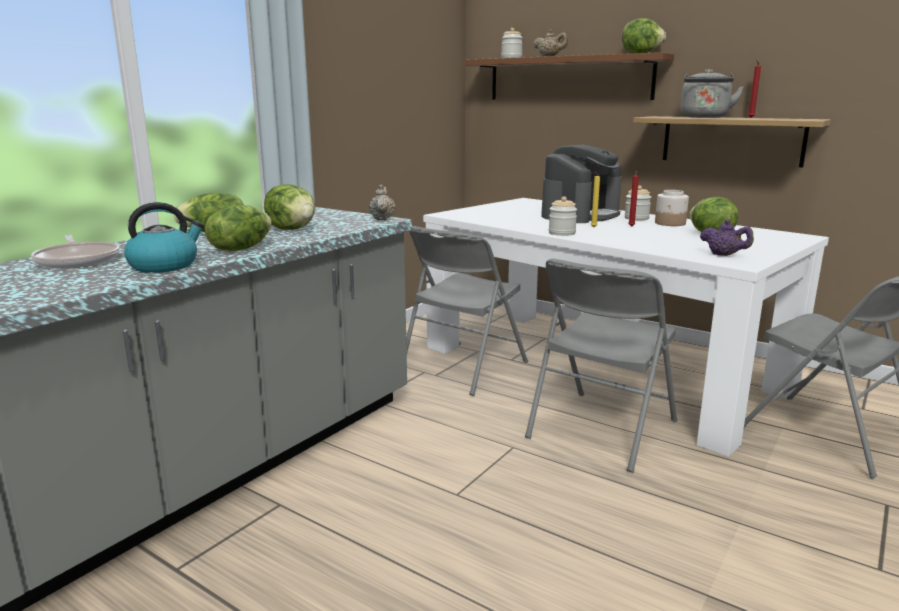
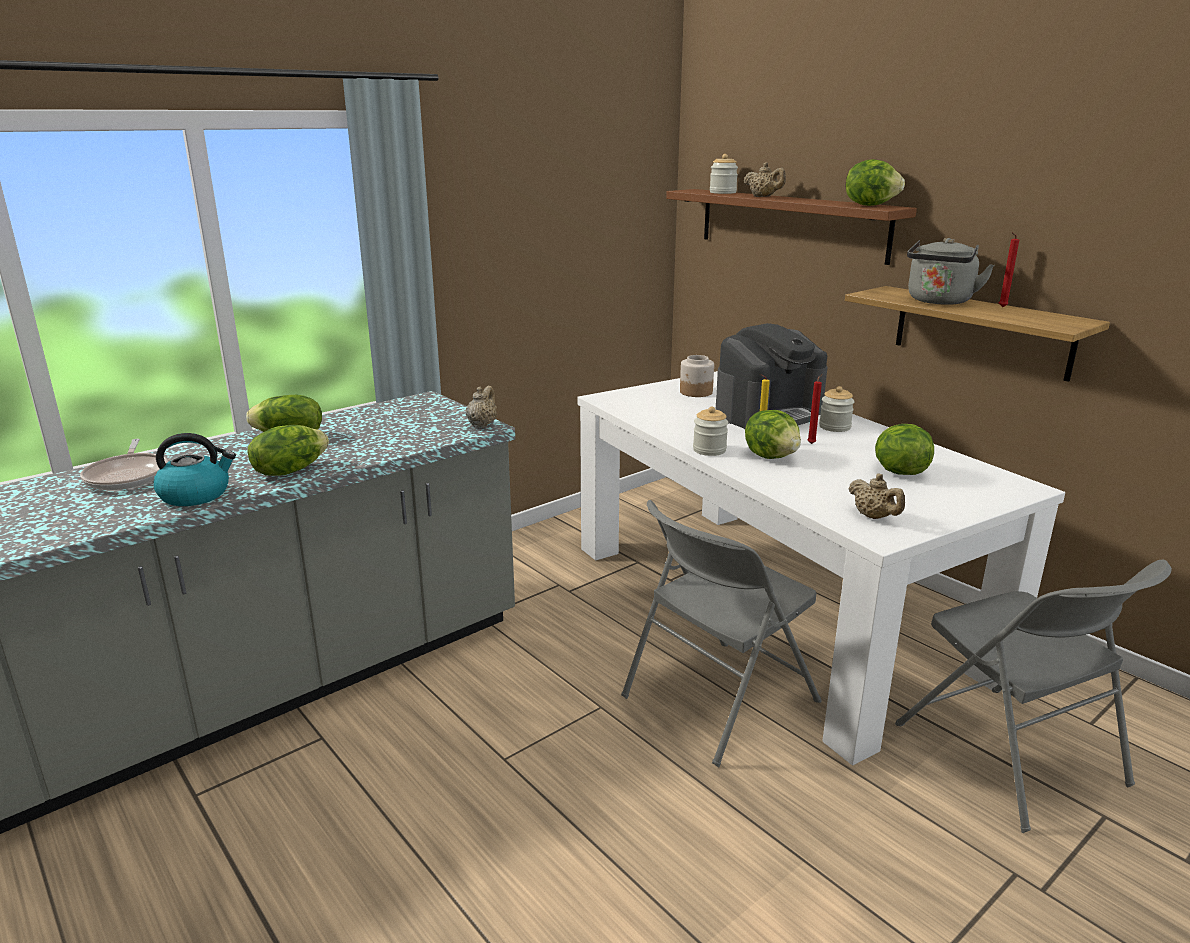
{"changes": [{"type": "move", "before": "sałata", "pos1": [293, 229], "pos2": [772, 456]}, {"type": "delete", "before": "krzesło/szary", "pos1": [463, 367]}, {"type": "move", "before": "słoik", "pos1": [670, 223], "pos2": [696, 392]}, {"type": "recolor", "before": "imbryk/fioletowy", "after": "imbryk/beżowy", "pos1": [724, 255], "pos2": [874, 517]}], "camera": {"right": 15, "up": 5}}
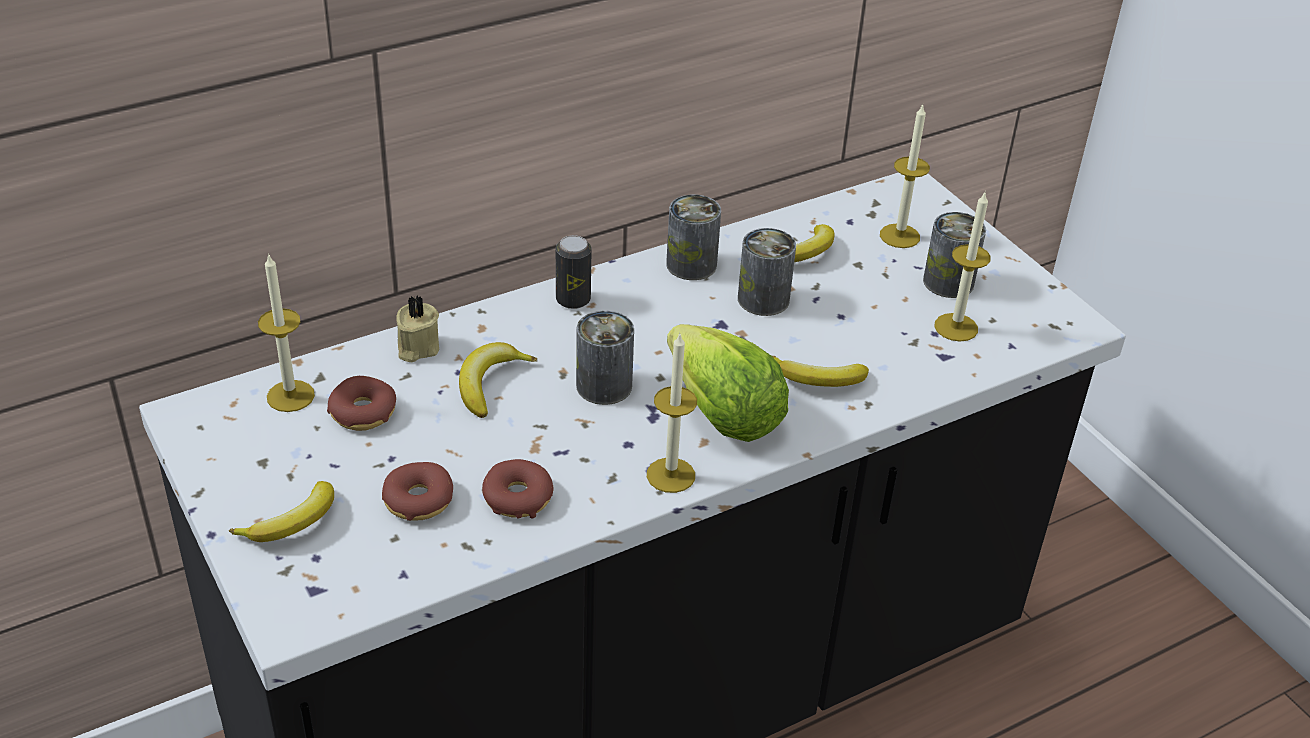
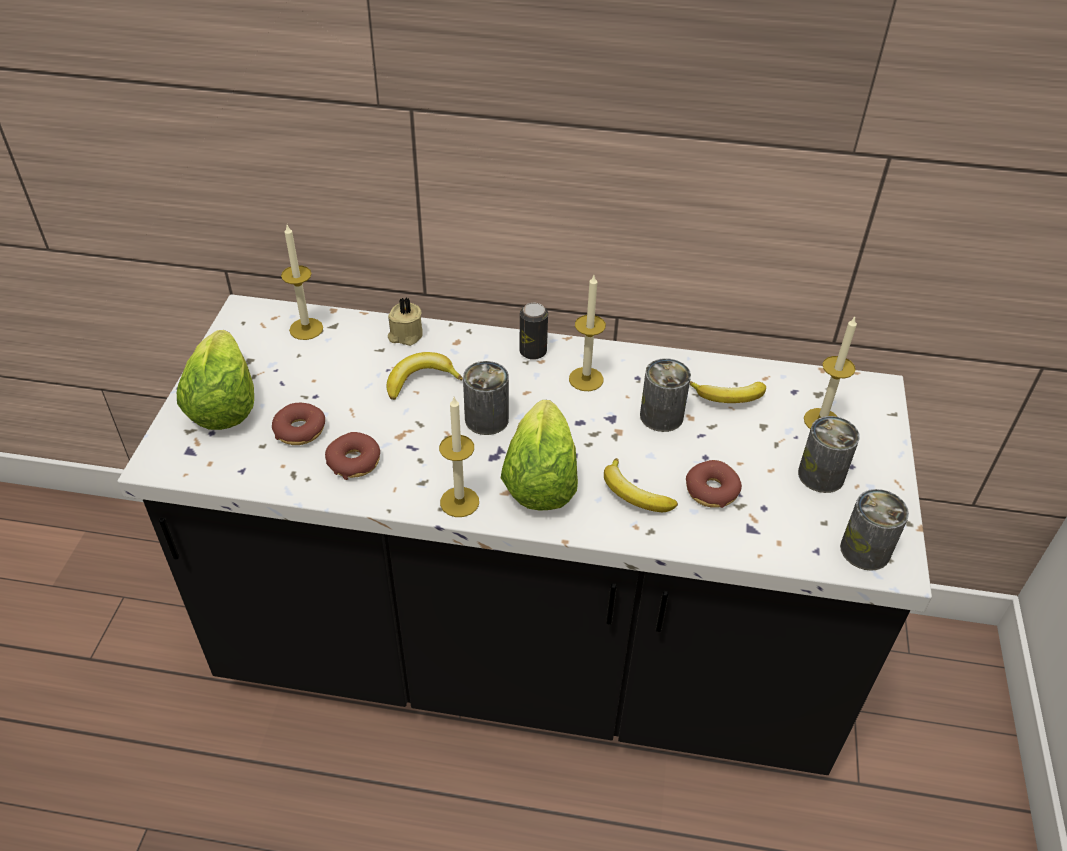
{"changes": [{"type": "replace", "before": "banan", "after": "sałata", "pos1": [293, 523], "pos2": [223, 405]}, {"type": "move", "before": "donut", "pos1": [363, 412], "pos2": [712, 490]}, {"type": "move", "before": "puszka", "pos1": [691, 264], "pos2": [865, 550]}, {"type": "move", "before": "świeca", "pos1": [956, 327], "pos2": [586, 379]}], "camera": {"right": 40, "up": 5}}
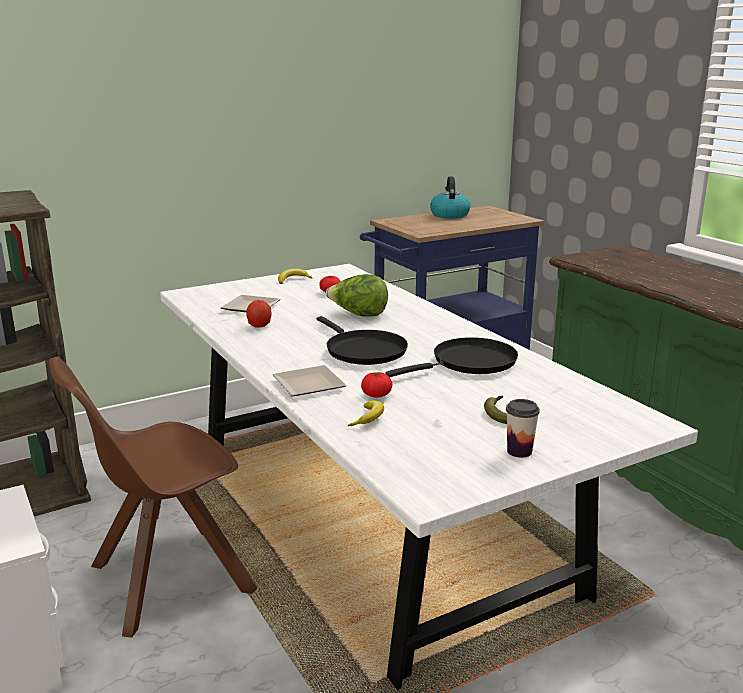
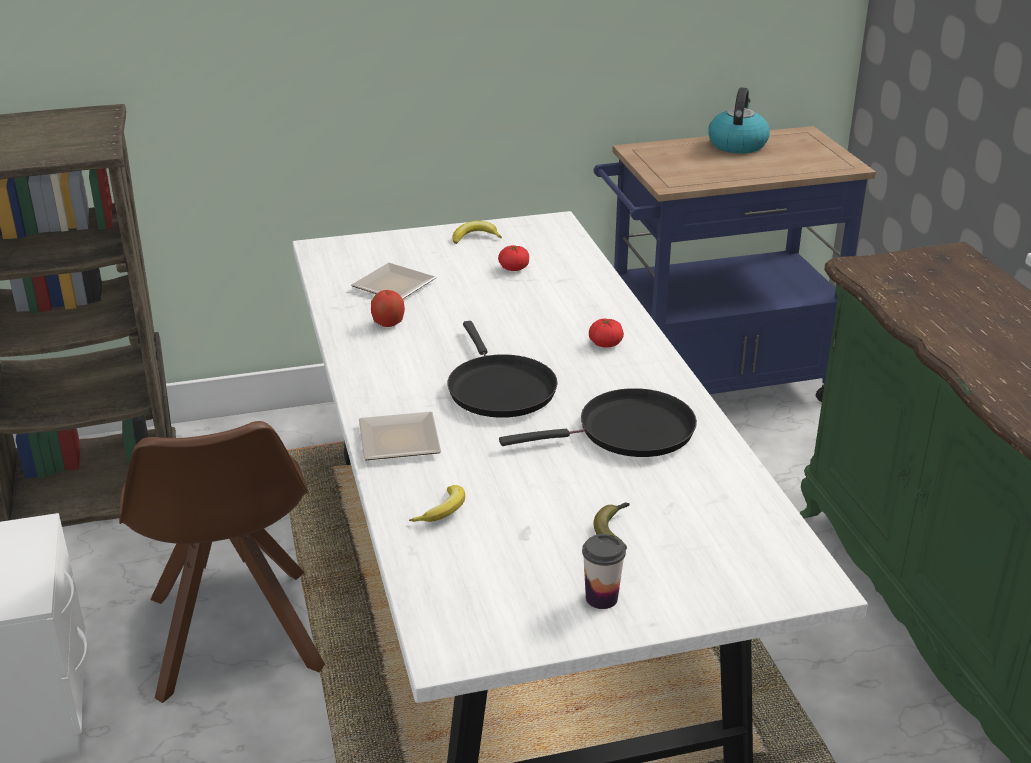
{"changes": [{"type": "rotate", "before": "krzesło/brązowy", "pos1": [167, 580], "pos2": [234, 637], "turn": -90}, {"type": "delete", "before": "sałata", "pos1": [359, 315]}, {"type": "move", "before": "pomidor", "pos1": [376, 395], "pos2": [605, 344]}], "camera": {"right": 15, "up": 10}}
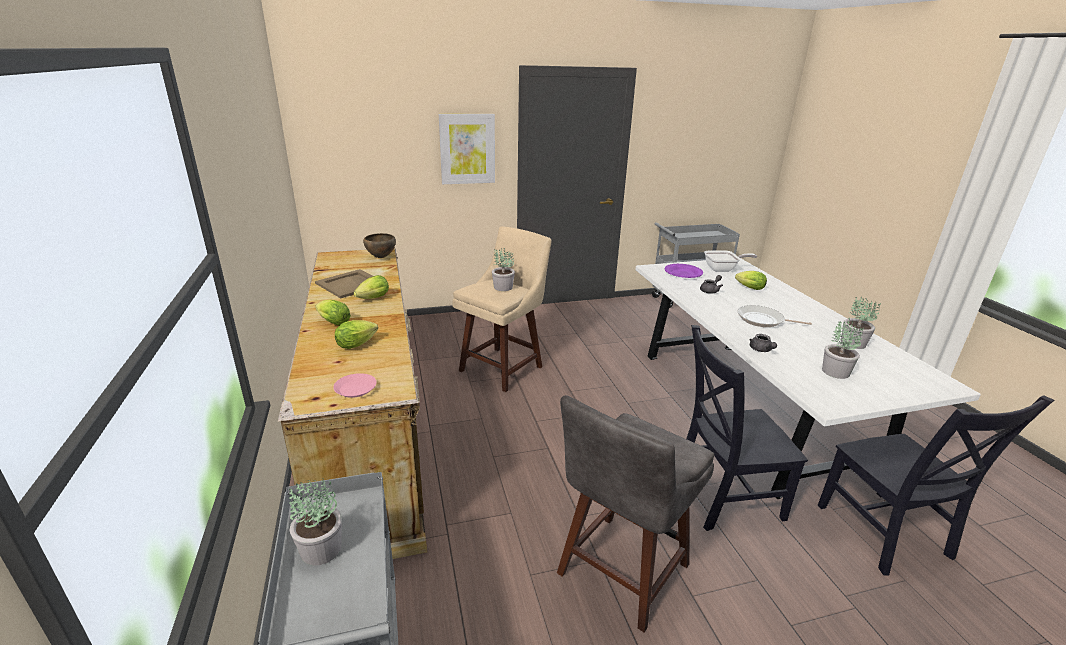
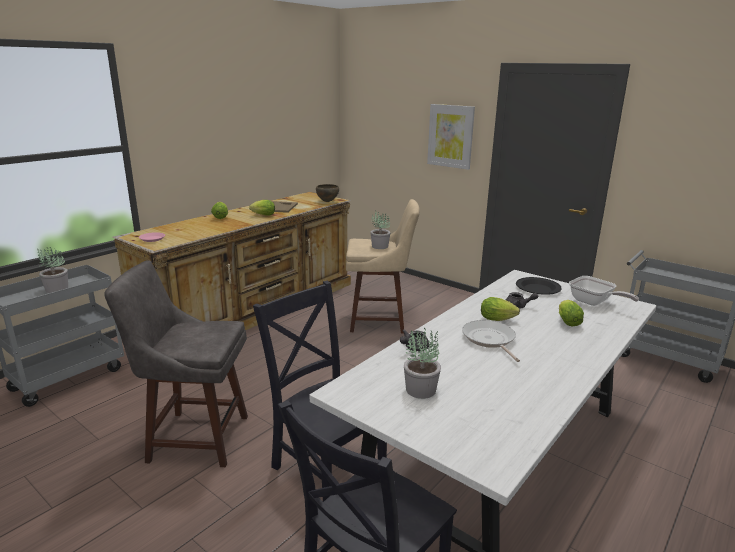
{"changes": [{"type": "move", "before": "sałata", "pos1": [358, 344], "pos2": [499, 320]}, {"type": "recolor", "before": "talerz/fioletowy", "after": "talerz/czarny", "pos1": [683, 273], "pos2": [537, 288]}, {"type": "delete", "before": "roślina doniczkowa", "pos1": [853, 343]}], "camera": {"right": 55, "up": -5}}
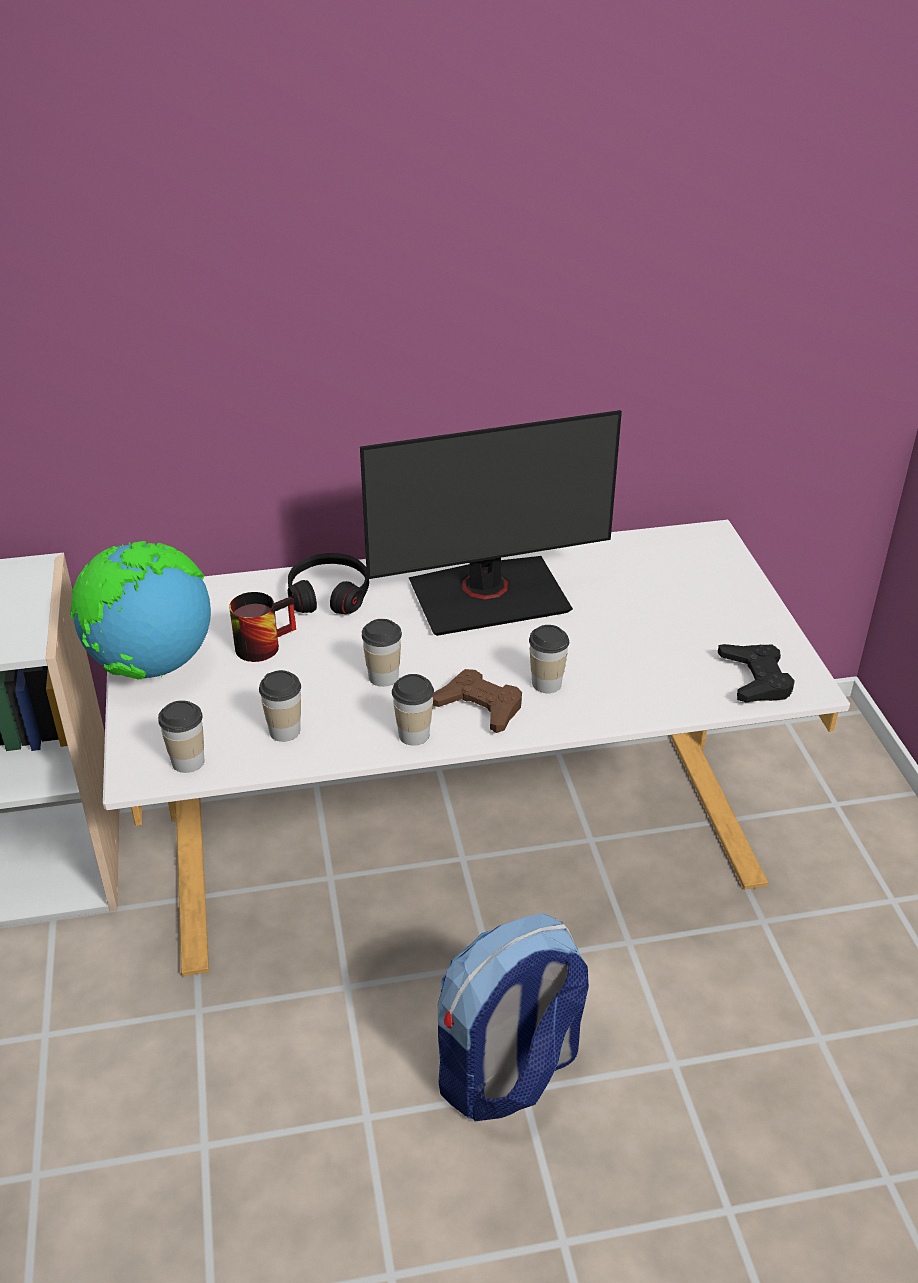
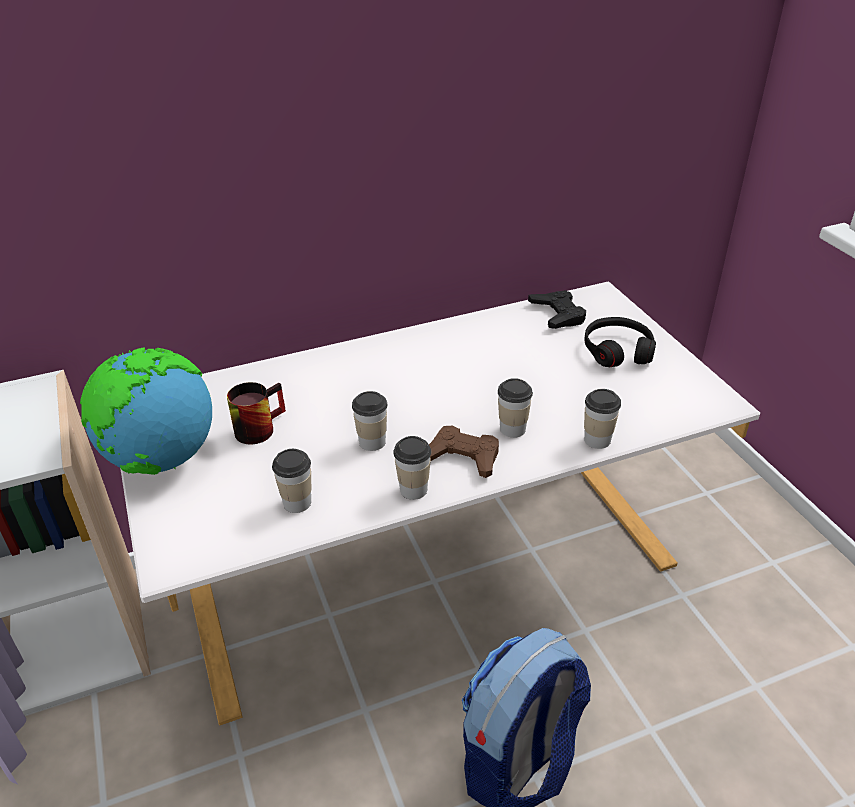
{"changes": [{"type": "move", "before": "filiżanka", "pos1": [188, 761], "pos2": [597, 440]}, {"type": "move", "before": "słuchawki/czarny", "pos1": [329, 594], "pos2": [617, 350]}, {"type": "delete", "before": "monitor", "pos1": [488, 596]}, {"type": "move", "before": "pad do gier/czarny", "pos1": [755, 679], "pos2": [557, 314]}], "camera": {"right": -10, "up": 0}}
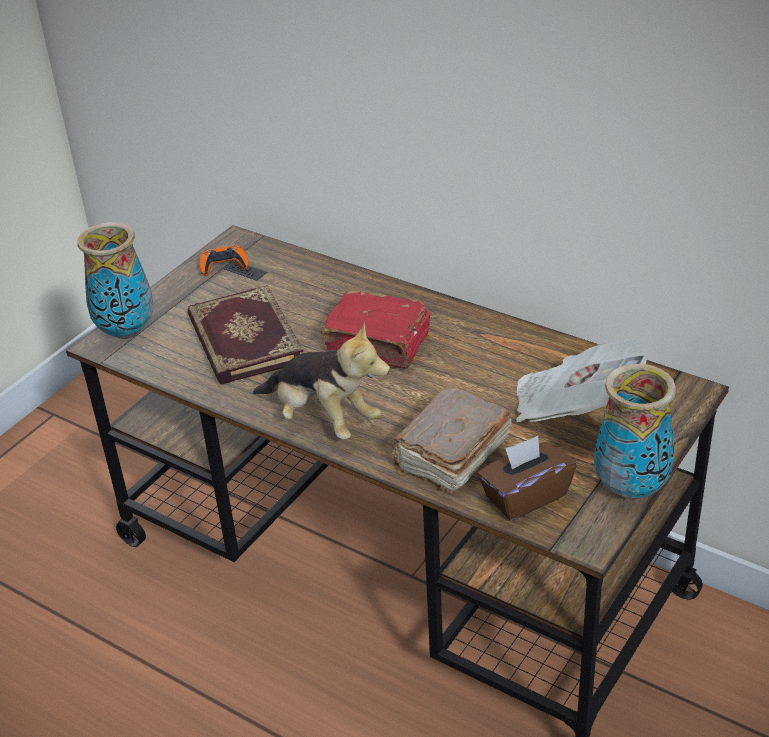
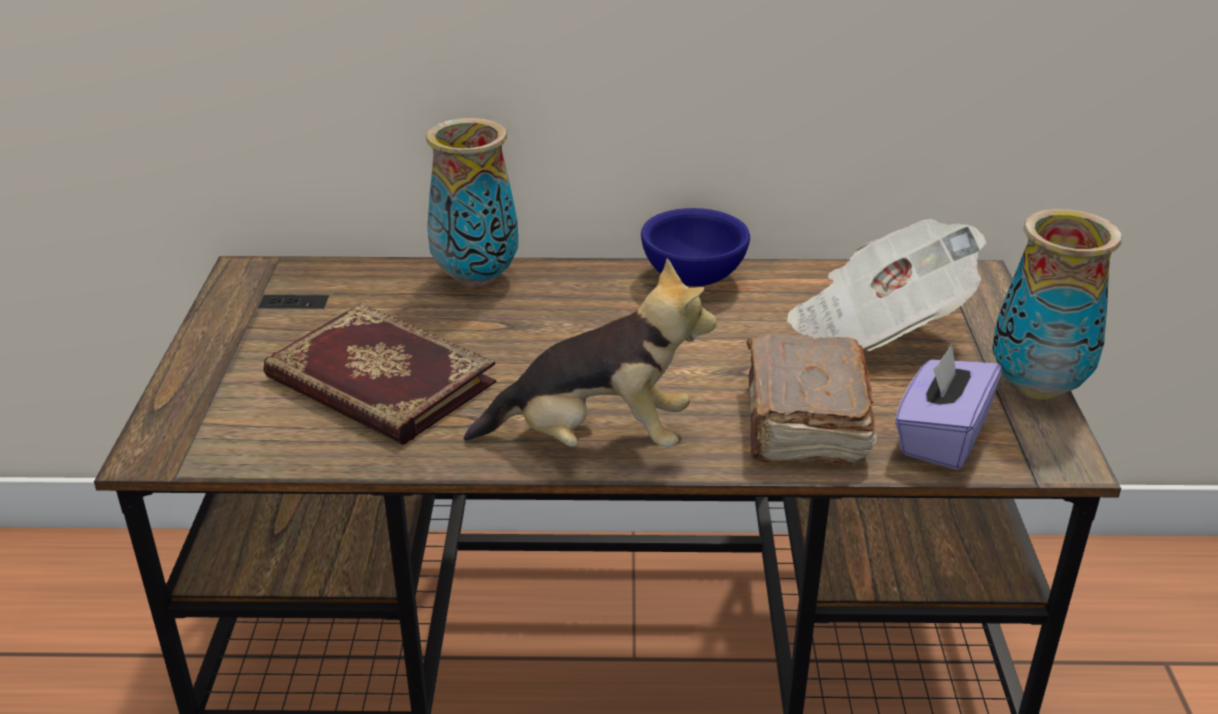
{"changes": [{"type": "move", "before": "wazon", "pos1": [126, 331], "pos2": [475, 278]}, {"type": "delete", "before": "pad do gier/pomarańczowy", "pos1": [223, 265]}, {"type": "delete", "before": "książka/czerwony", "pos1": [379, 344]}, {"type": "recolor", "before": "pudełko chusteczek/brązowy", "after": "pudełko chusteczek/fioletowy", "pos1": [525, 496], "pos2": [940, 437]}, {"type": "insert", "after": "miska/niebieski", "pos2": [692, 277]}], "camera": {"right": -35, "up": -5}}
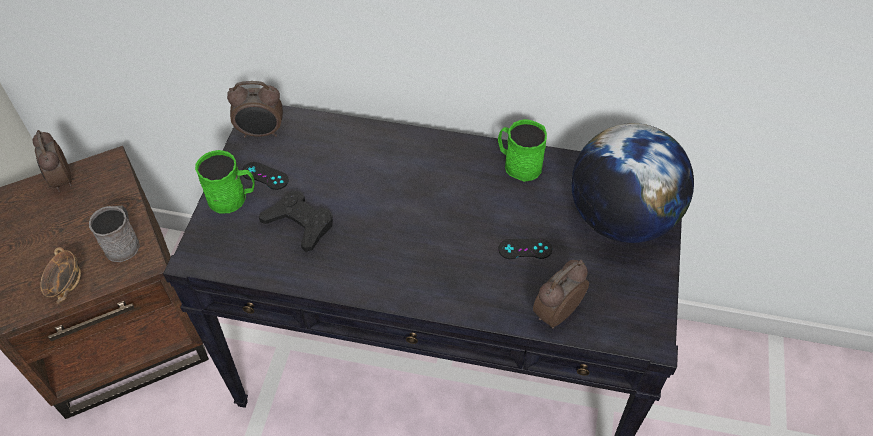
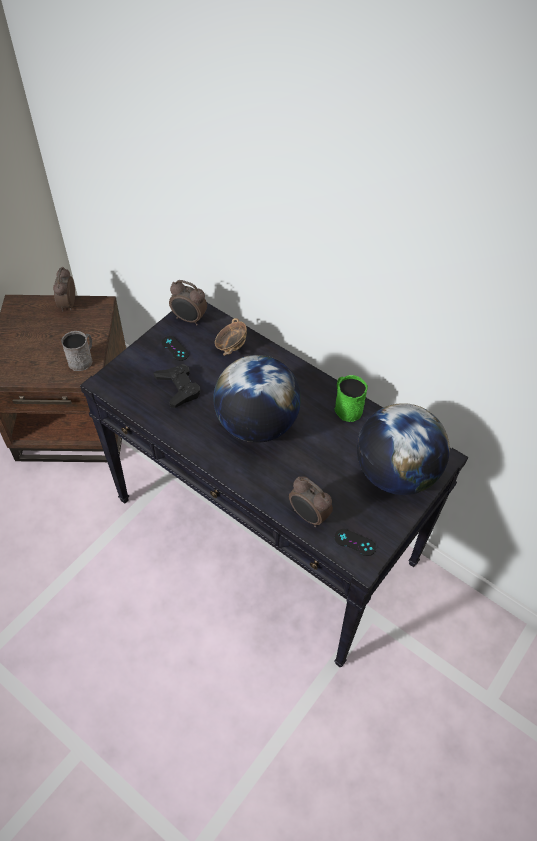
{"changes": [{"type": "move", "before": "miska", "pos1": [65, 284], "pos2": [231, 346]}, {"type": "delete", "before": "kubek/zielony", "pos1": [232, 198]}, {"type": "move", "before": "pad do gier/czarny", "pos1": [525, 249], "pos2": [355, 542]}, {"type": "rotate", "before": "budzik", "pos1": [555, 313], "pos2": [308, 516], "turn": -120}, {"type": "insert", "after": "globus", "pos2": [257, 424]}], "camera": {"right": 25, "up": 0}}
